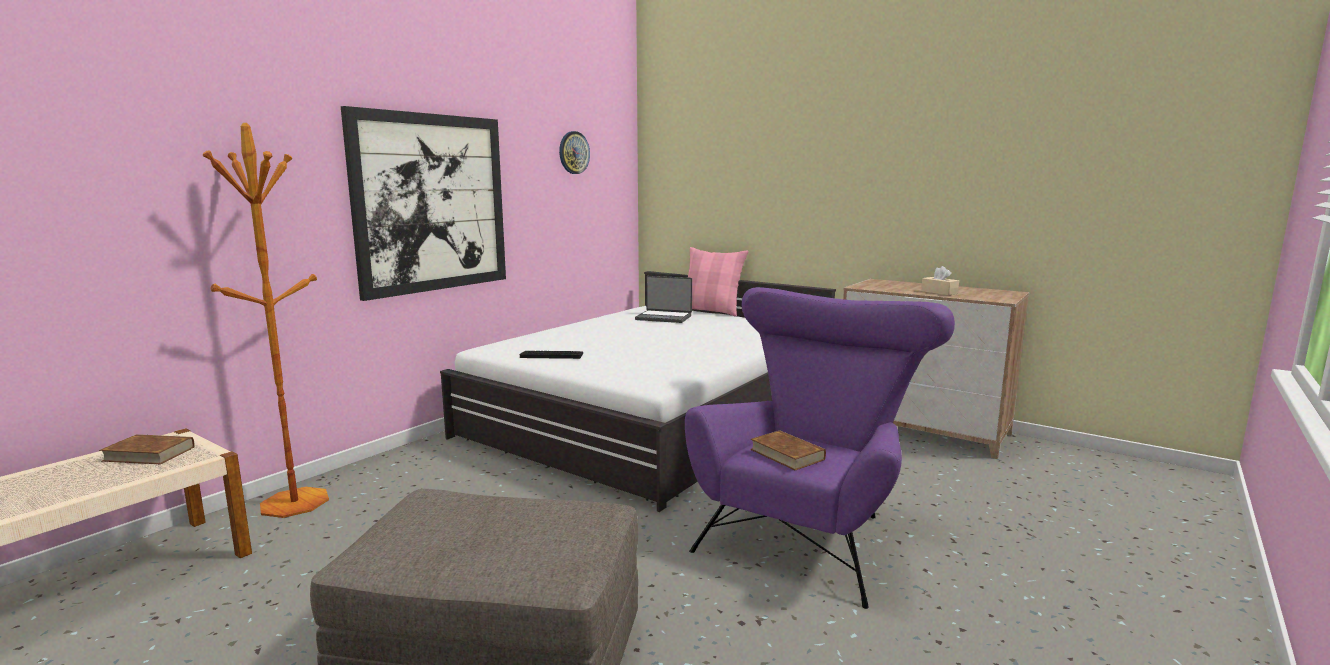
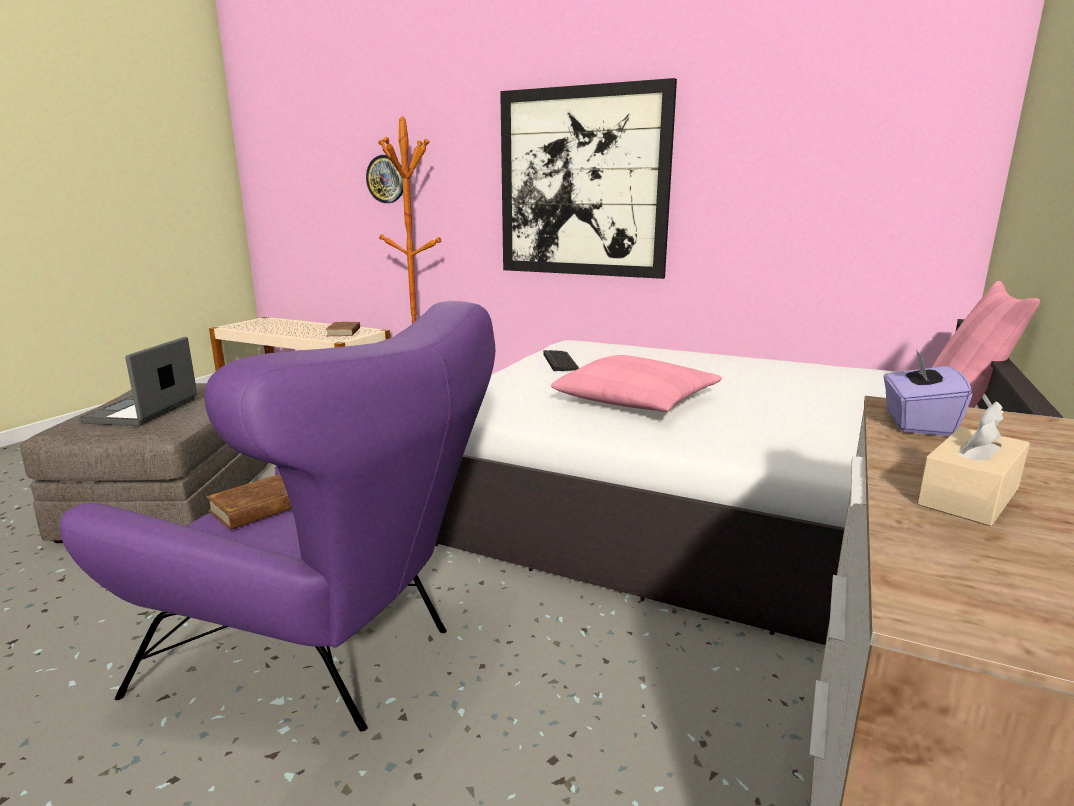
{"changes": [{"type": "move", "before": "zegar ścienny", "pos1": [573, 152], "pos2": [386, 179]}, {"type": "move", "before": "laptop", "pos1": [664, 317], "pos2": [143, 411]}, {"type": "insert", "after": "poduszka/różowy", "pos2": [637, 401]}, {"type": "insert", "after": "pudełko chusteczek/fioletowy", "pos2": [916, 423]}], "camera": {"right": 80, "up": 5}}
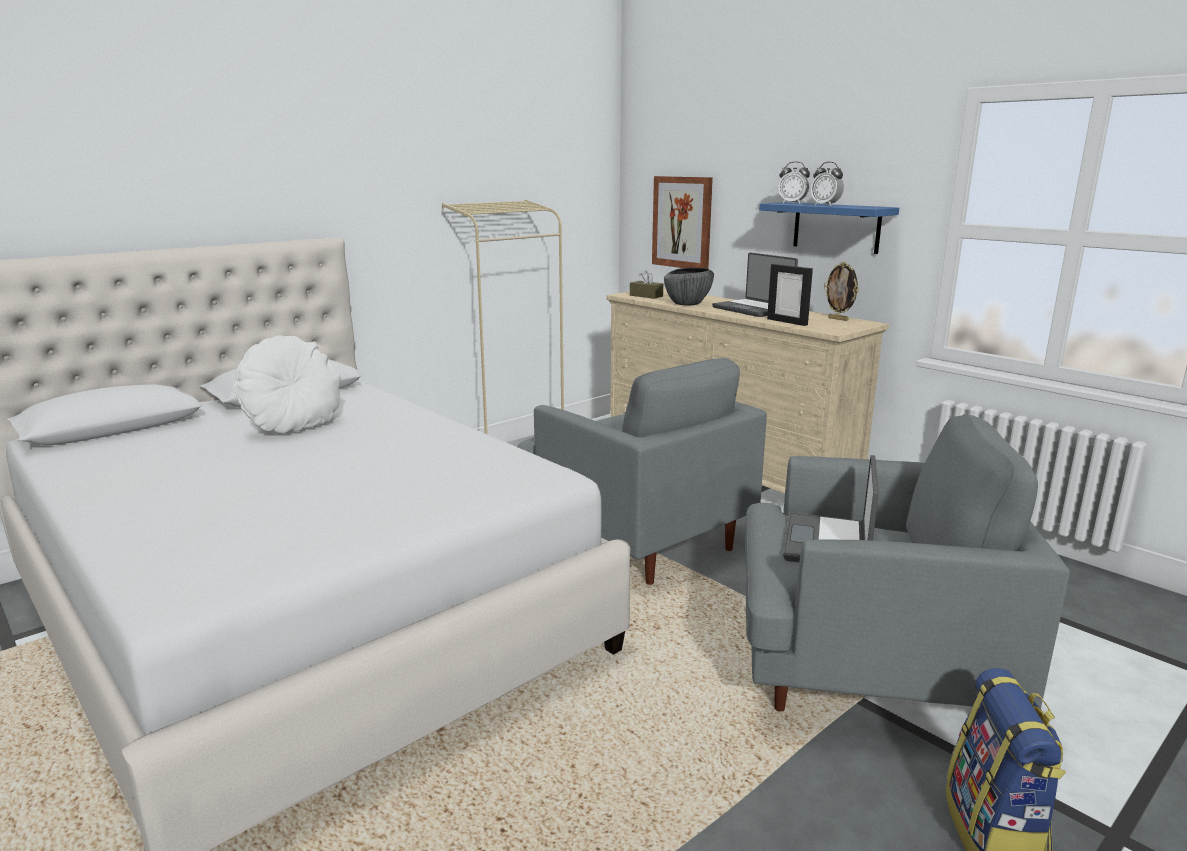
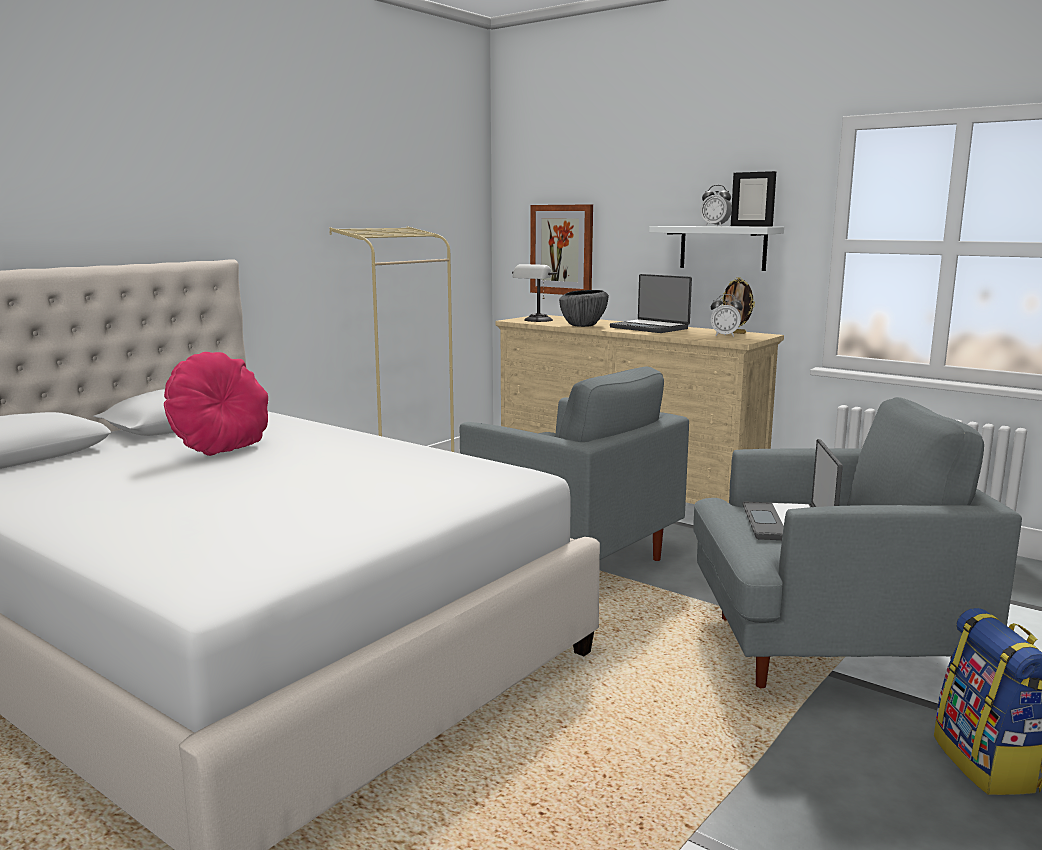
{"changes": [{"type": "recolor", "before": "poduszka/biały", "after": "poduszka/różowy", "pos1": [294, 428], "pos2": [221, 450]}, {"type": "replace", "before": "pudełko chusteczek/brązowy", "after": "lampa stołowa", "pos1": [646, 296], "pos2": [536, 320]}, {"type": "recolor", "before": "półka/niebieski", "after": "półka/biały", "pos1": [836, 227], "pos2": [723, 247]}, {"type": "move", "before": "ramka na zdjęcie", "pos1": [787, 322], "pos2": [751, 226]}, {"type": "move", "before": "budzik", "pos1": [792, 203], "pos2": [724, 336]}], "camera": {"right": -10, "up": -5}}
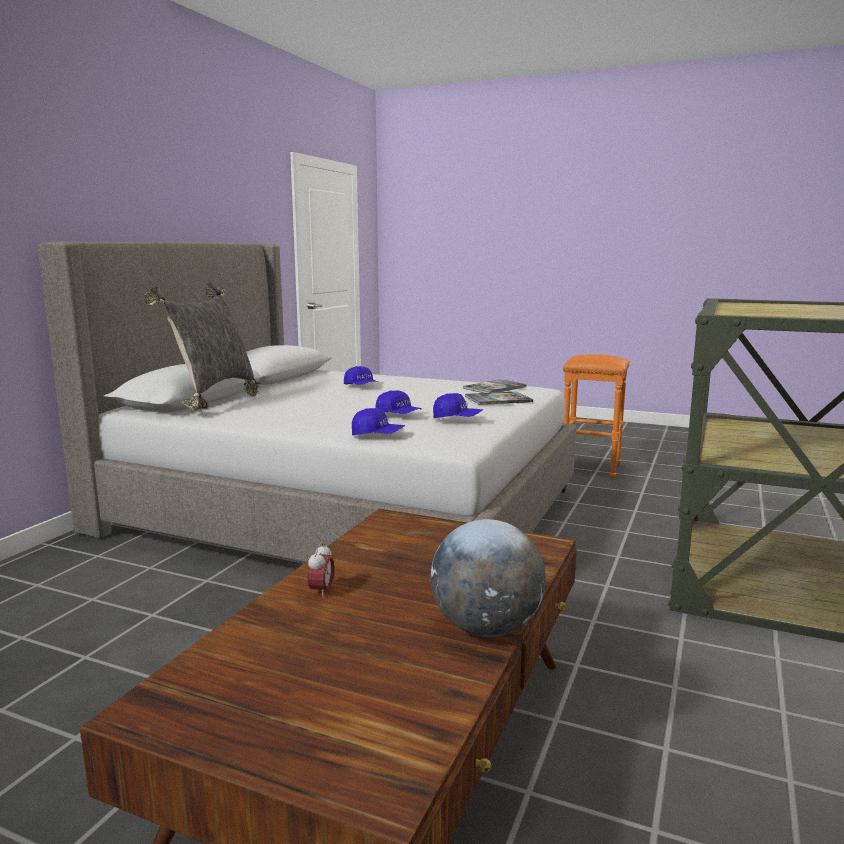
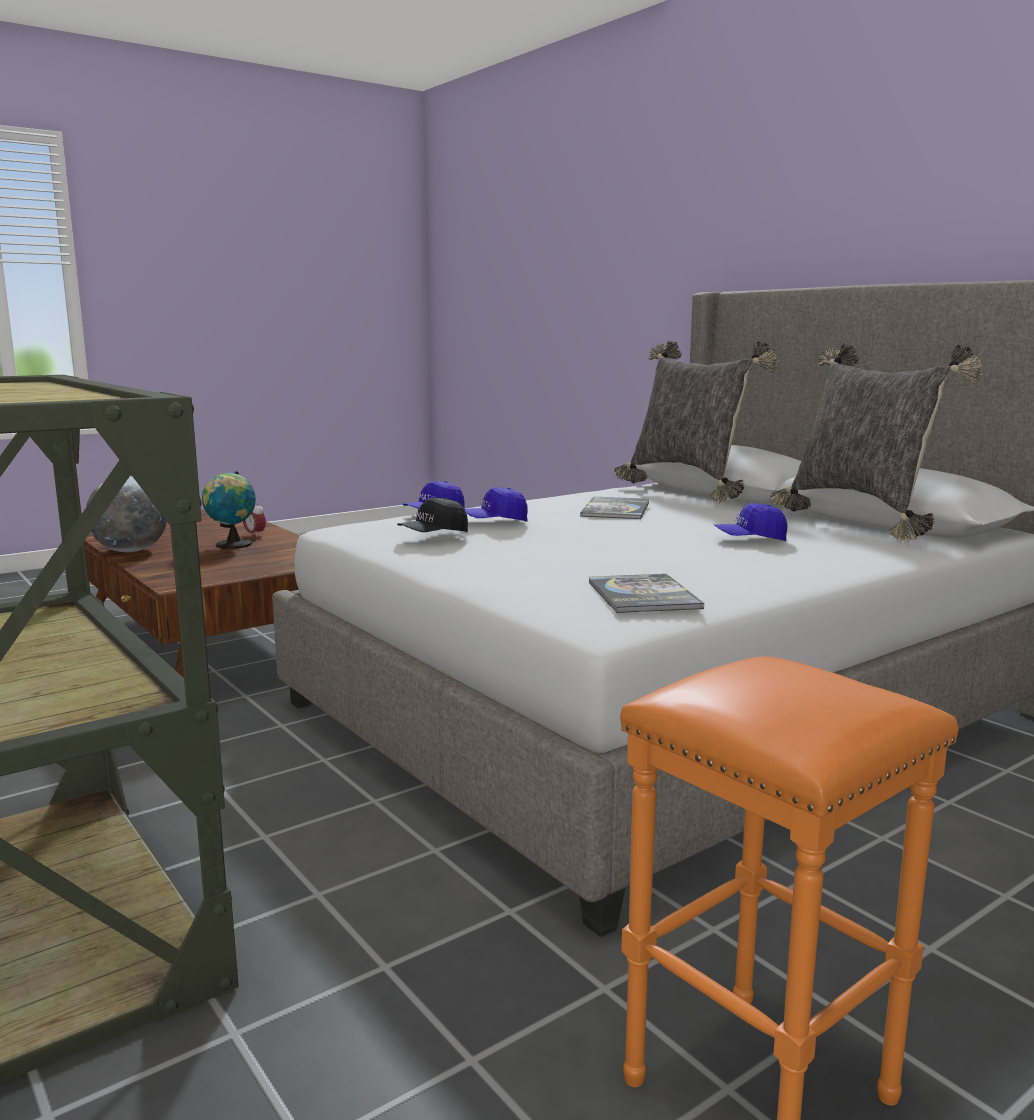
{"changes": [{"type": "recolor", "before": "czapka z daszkiem/niebieski", "after": "czapka z daszkiem/czarny", "pos1": [457, 418], "pos2": [433, 535]}, {"type": "move", "before": "książka", "pos1": [498, 399], "pos2": [616, 510]}, {"type": "insert", "after": "globus", "pos2": [232, 545]}, {"type": "insert", "after": "poduszka", "pos2": [864, 526]}], "camera": {"right": 120, "up": 0}}
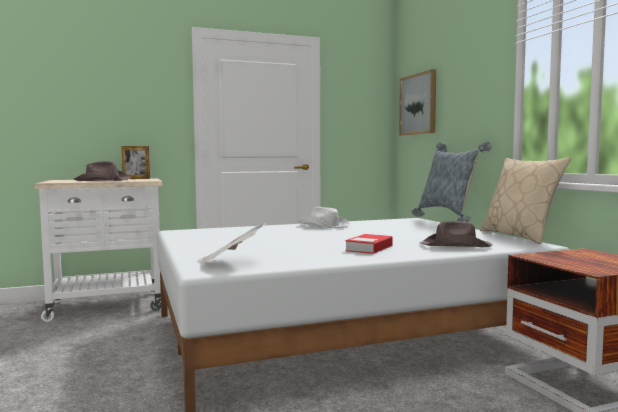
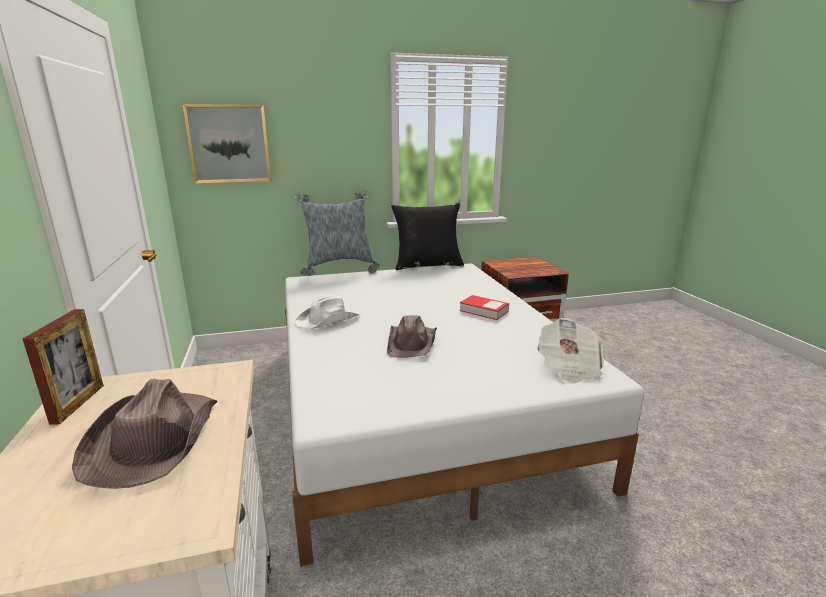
{"changes": [{"type": "move", "before": "kapelusz/brązowy", "pos1": [456, 246], "pos2": [412, 343]}, {"type": "recolor", "before": "poduszka/beżowy", "after": "poduszka/czarny", "pos1": [520, 236], "pos2": [427, 265]}], "camera": {"right": -85, "up": 15}}
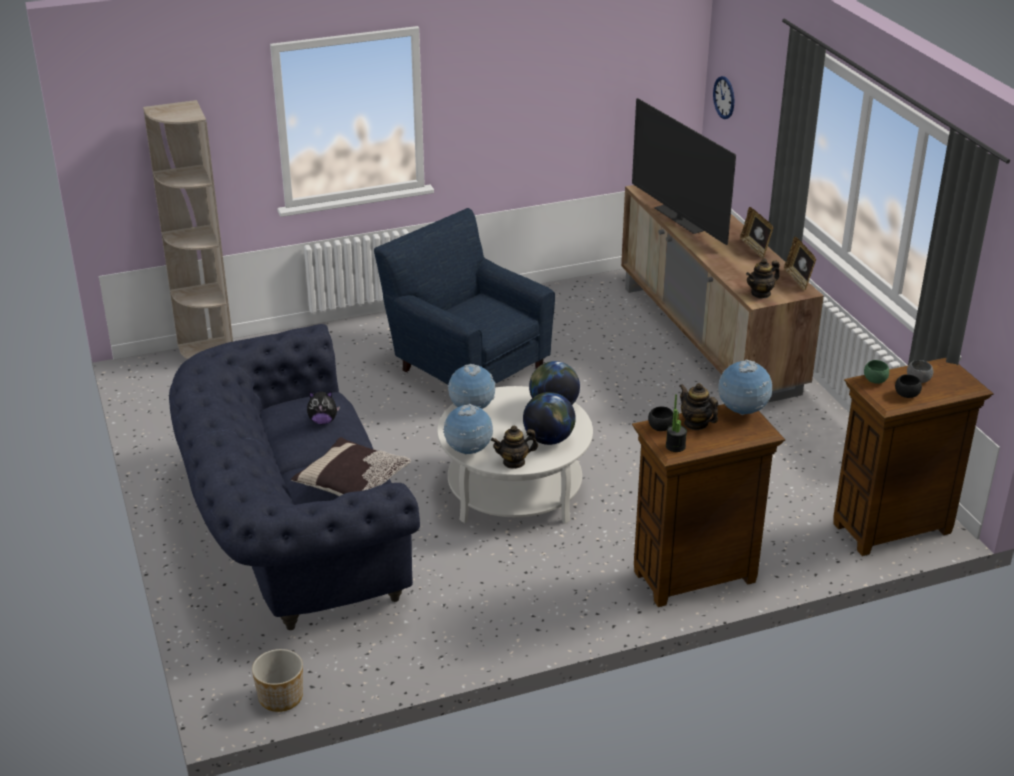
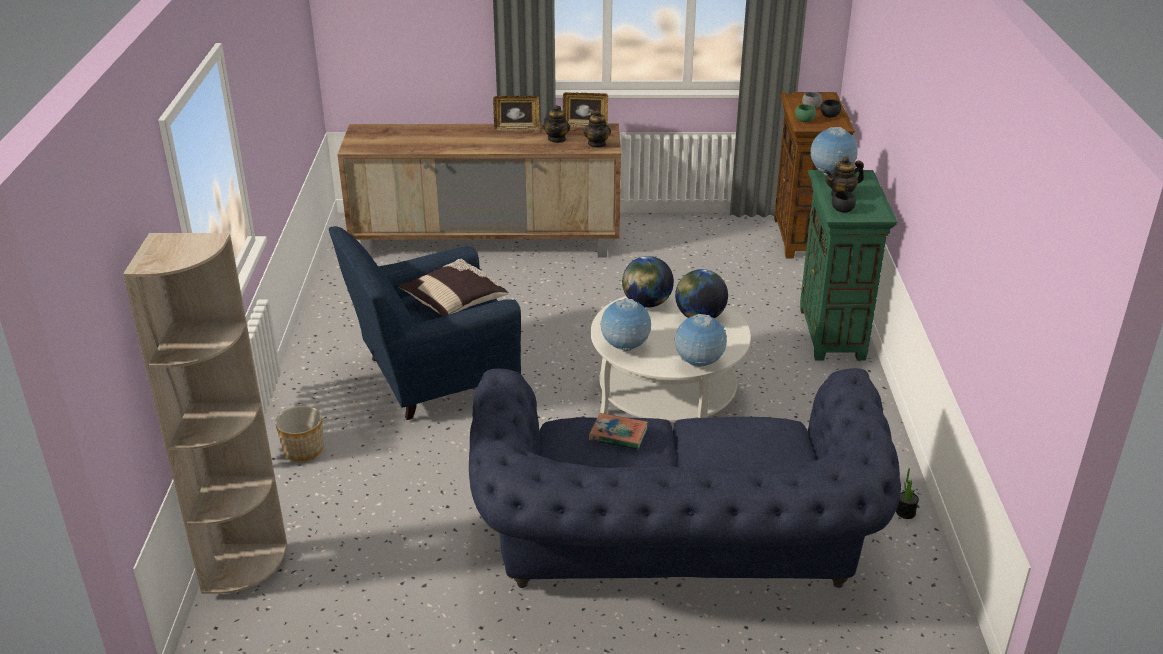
{"changes": [{"type": "move", "before": "donica", "pos1": [281, 697], "pos2": [303, 449]}, {"type": "move", "before": "poduszka", "pos1": [352, 483], "pos2": [454, 301]}, {"type": "replace", "before": "pluszak", "after": "książka", "pos1": [323, 421], "pos2": [618, 435]}, {"type": "move", "before": "imbryk", "pos1": [514, 462], "pos2": [557, 139]}, {"type": "delete", "before": "telewizor", "pos1": [678, 219]}, {"type": "recolor", "before": "szafka/brązowy", "after": "szafka/zielony", "pos1": [693, 578], "pos2": [833, 334]}, {"type": "move", "before": "roślina doniczkowa", "pos1": [675, 446], "pos2": [905, 512]}, {"type": "delete", "before": "zegar ścienny", "pos1": [724, 97]}], "camera": {"right": -70, "up": 0}}
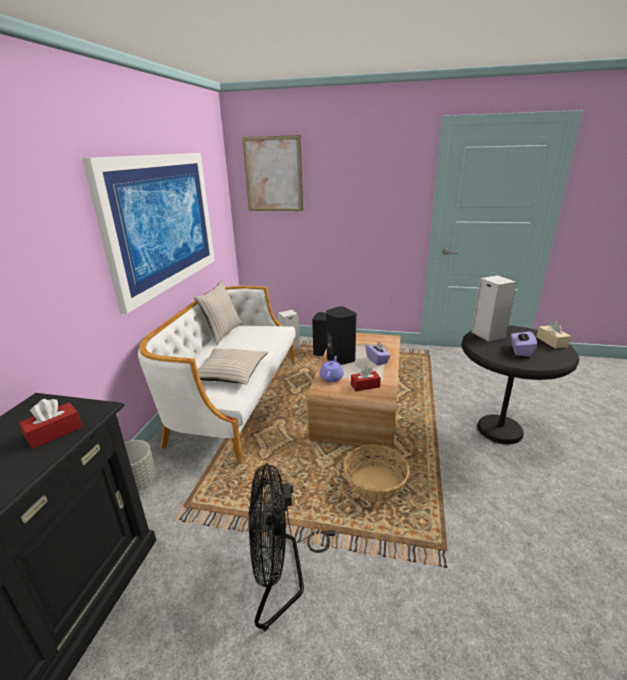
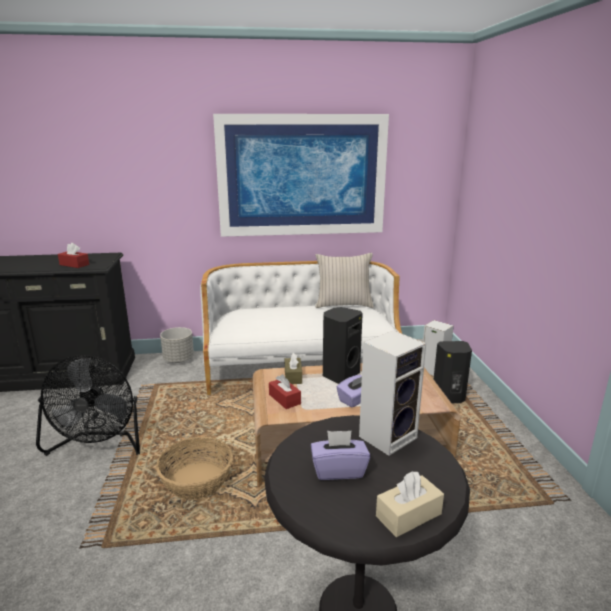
{"changes": [{"type": "delete", "before": "poduszka/beżowy", "pos1": [230, 373]}, {"type": "delete", "before": "obraz", "pos1": [273, 174]}, {"type": "rotate", "before": "wentylator/czarny", "pos1": [282, 564], "pos2": [96, 443], "turn": -150}, {"type": "replace", "before": "imbryk/fioletowy", "after": "pudełko chusteczek/brązowy", "pos1": [331, 377], "pos2": [293, 376]}], "camera": {"right": 70, "up": -5}}
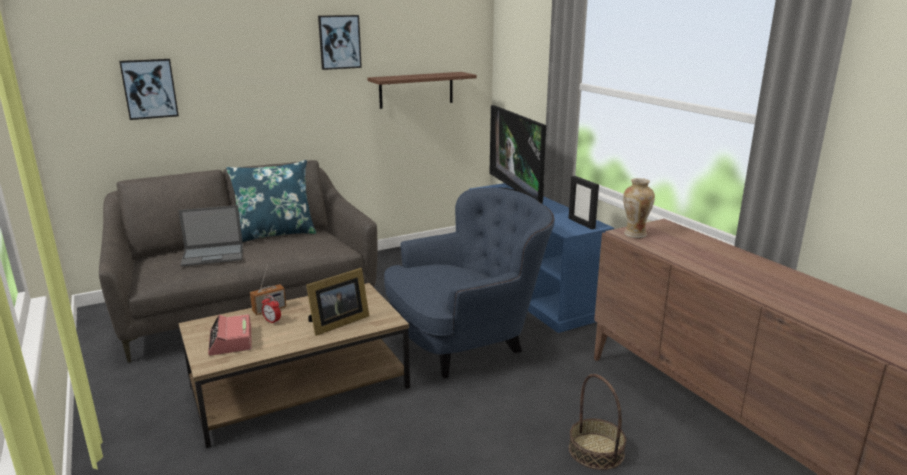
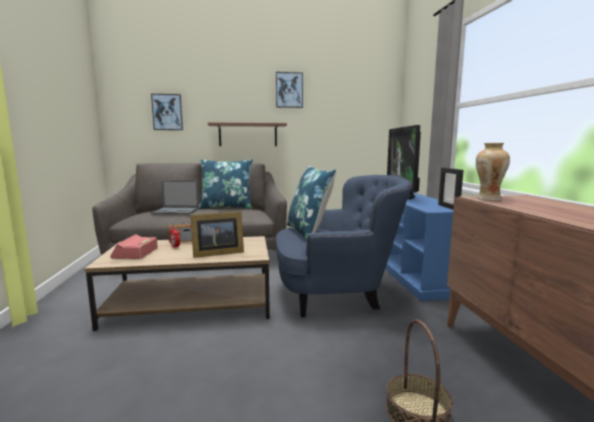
{"changes": [{"type": "move", "before": "półka/brązowy", "pos1": [416, 90], "pos2": [248, 135]}, {"type": "insert", "after": "poduszka/niebieski", "pos2": [309, 232]}], "camera": {"right": 20, "up": -10}}
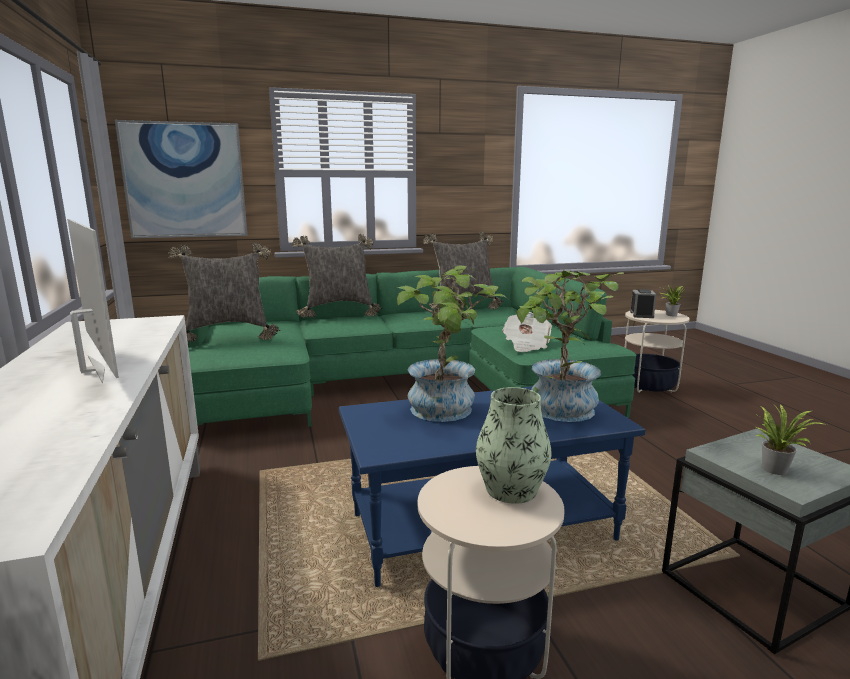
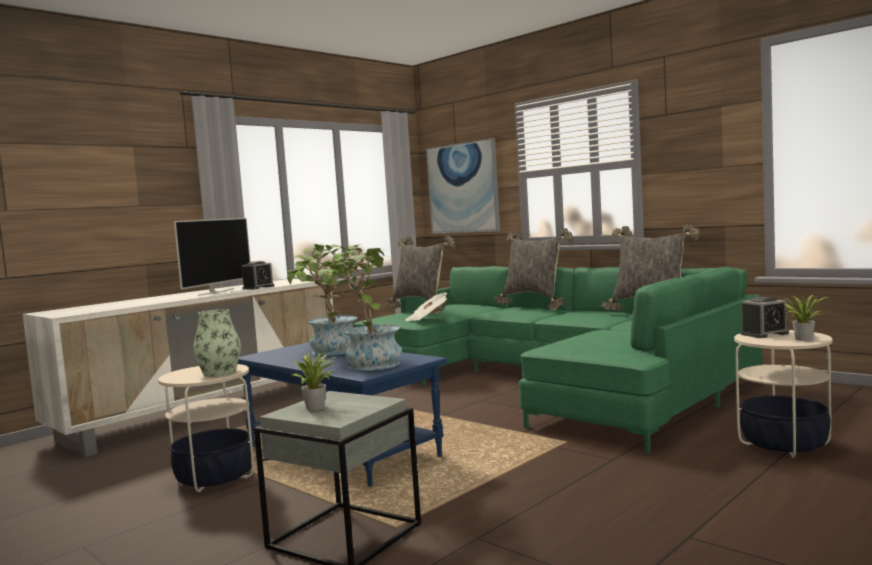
{"changes": [{"type": "move", "before": "gazeta", "pos1": [526, 345], "pos2": [427, 319]}, {"type": "insert", "after": "budzik", "pos2": [258, 287]}], "camera": {"right": 60, "up": -10}}
